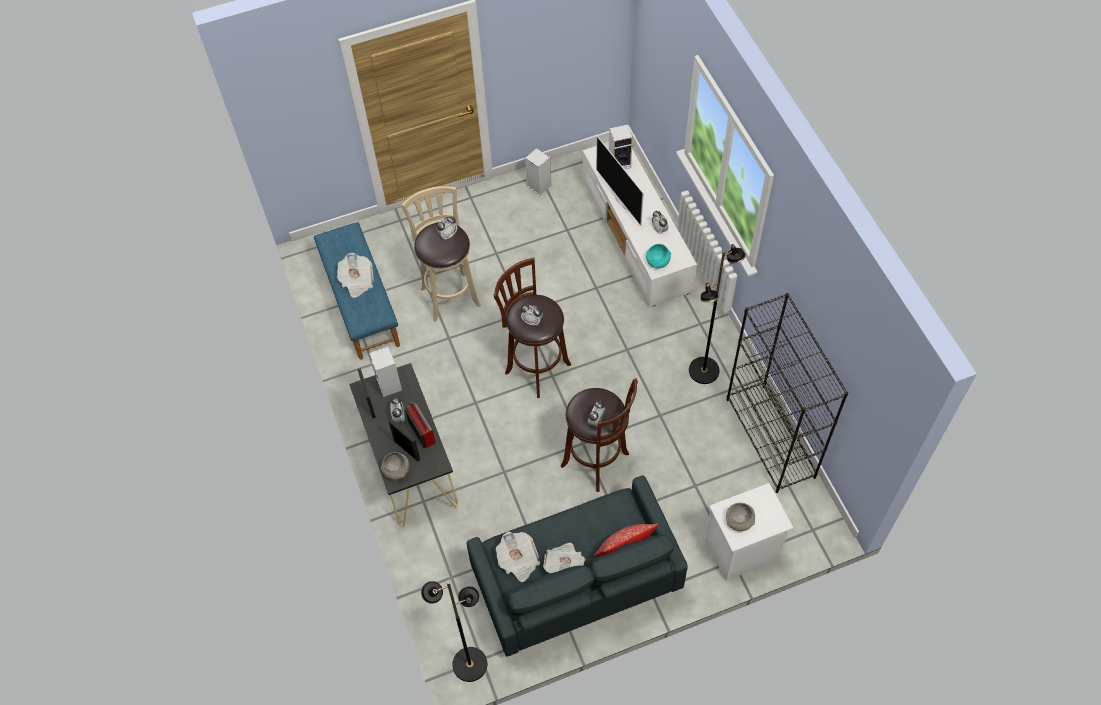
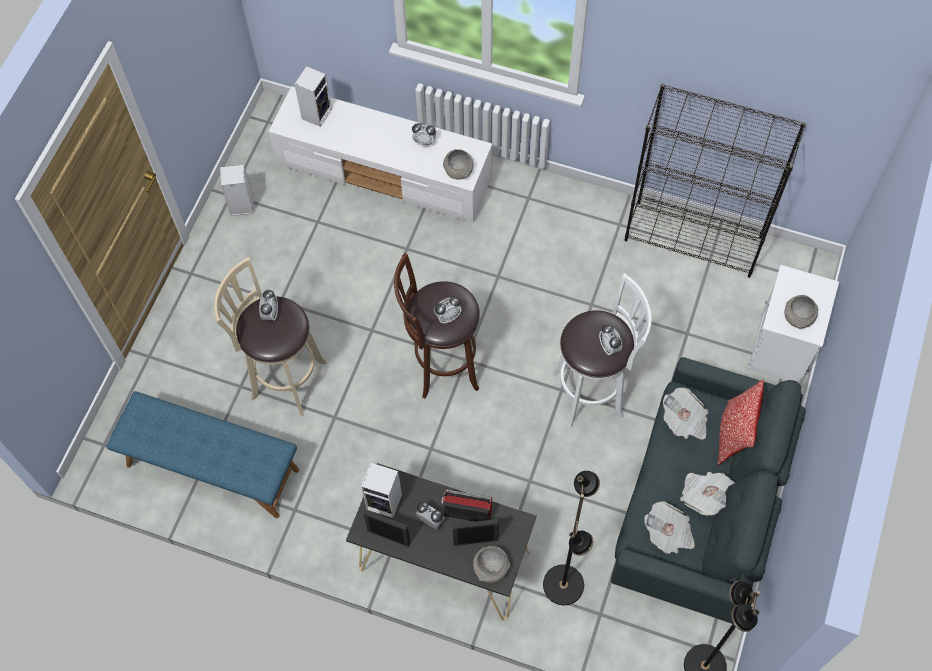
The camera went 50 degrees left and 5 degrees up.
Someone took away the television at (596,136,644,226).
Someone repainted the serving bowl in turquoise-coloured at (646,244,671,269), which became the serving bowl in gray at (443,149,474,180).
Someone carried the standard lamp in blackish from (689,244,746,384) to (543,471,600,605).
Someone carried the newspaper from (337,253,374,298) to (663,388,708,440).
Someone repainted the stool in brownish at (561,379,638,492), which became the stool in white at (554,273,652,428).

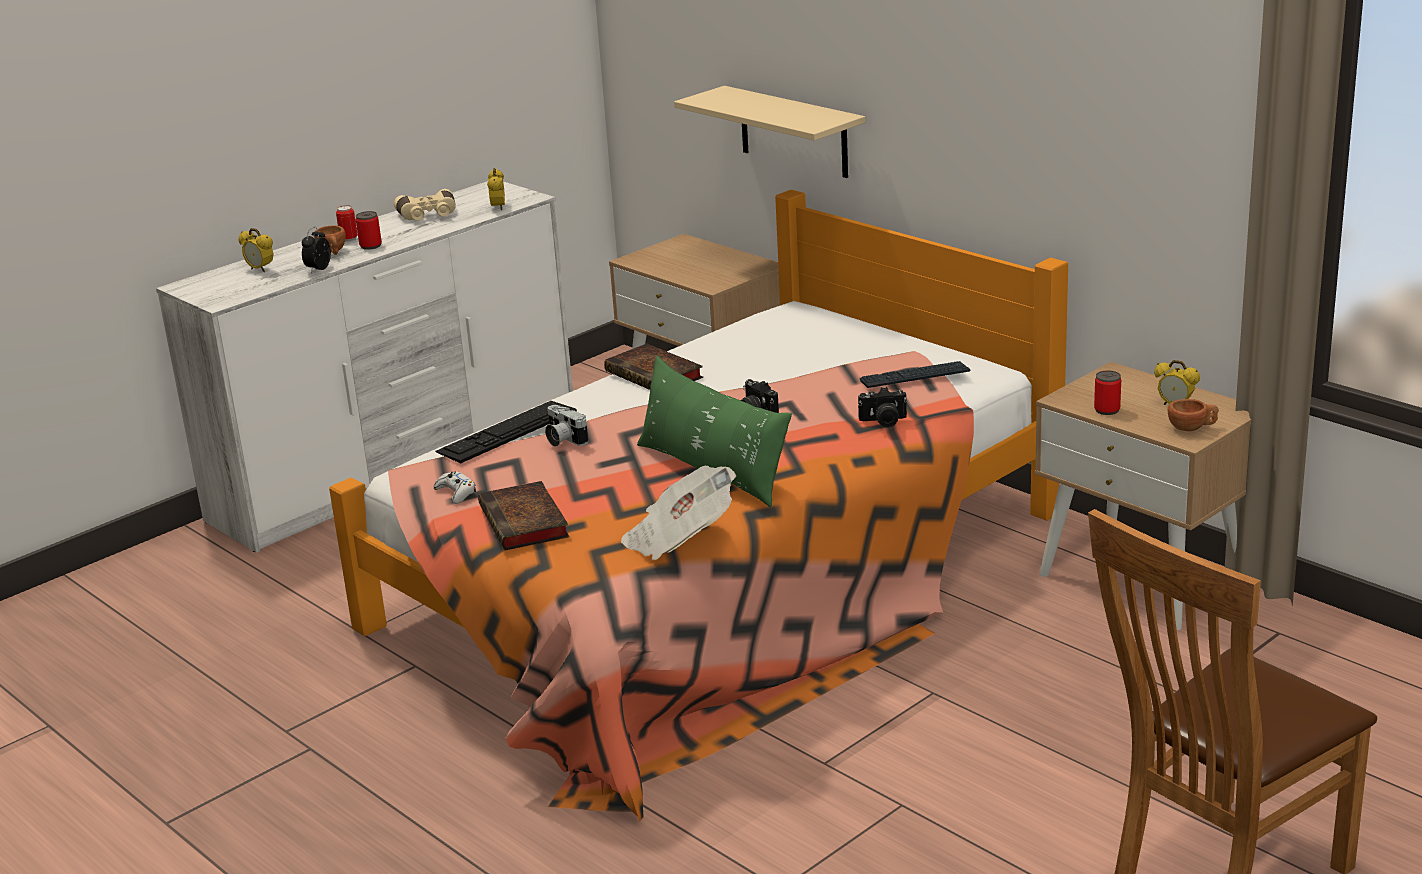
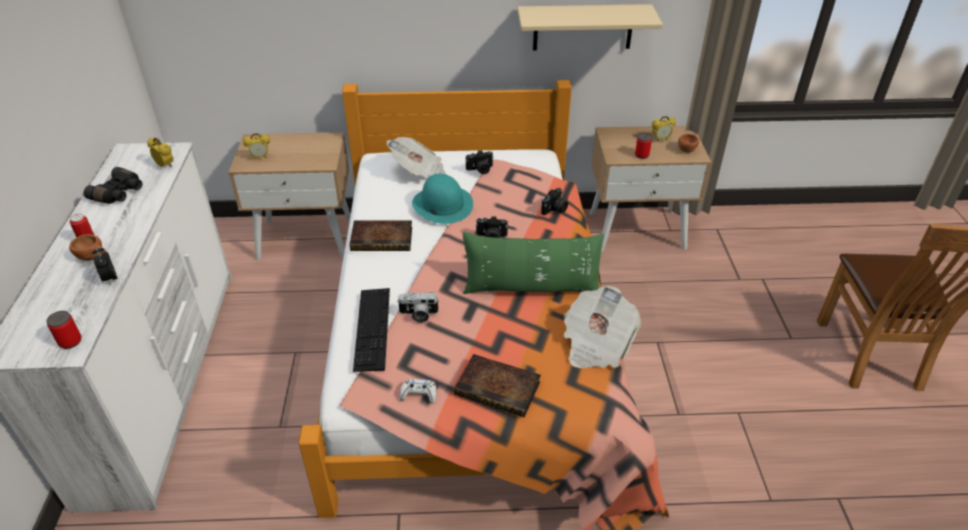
The camera went 50 degrees left and 15 degrees up.
Someone carried the shelf in beige-coloured from (674,86,865,178) to (518,4,663,50).
Someone repainted the pair of binoculars in beige-coloured at (394,189,456,221), which became the pair of binoculars in blackish at (83,167,142,204).
Someone carried the metal can from (356,211,382,250) to (46,311,81,349).
Someone carried the bedside clock from (238,228,274,272) to (243,133,270,159).
Someone took away the keyboard at (860,361,970,388).
Someone put down the newspaper at (387,137,446,178).
Someone put down the still camera at (466,150,493,174).
Someone put down the wearable hat in turquoise-coloured at (412,174,473,224).

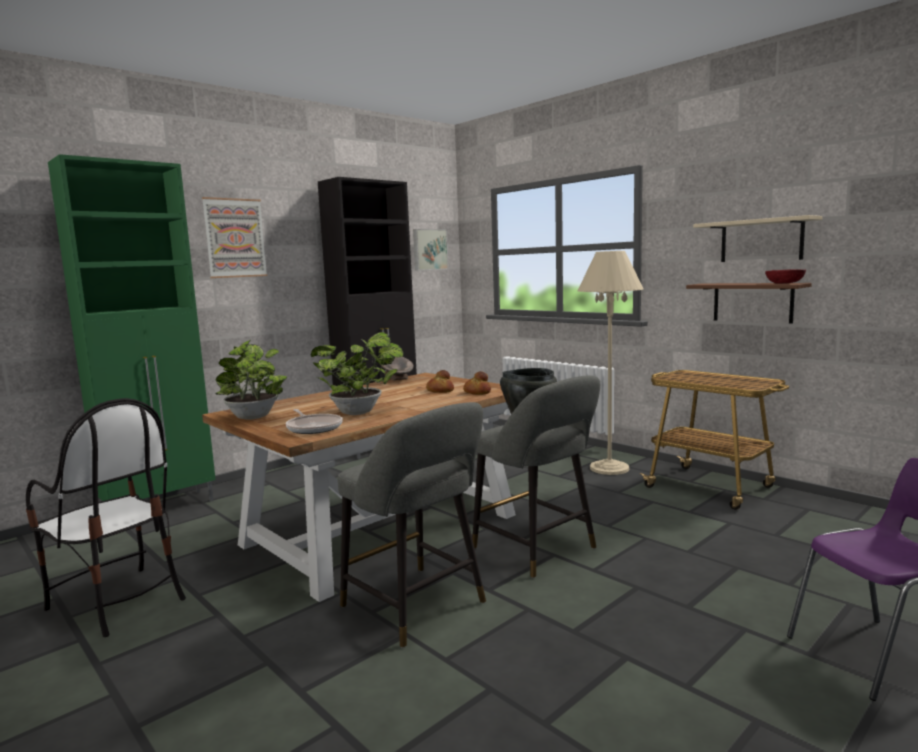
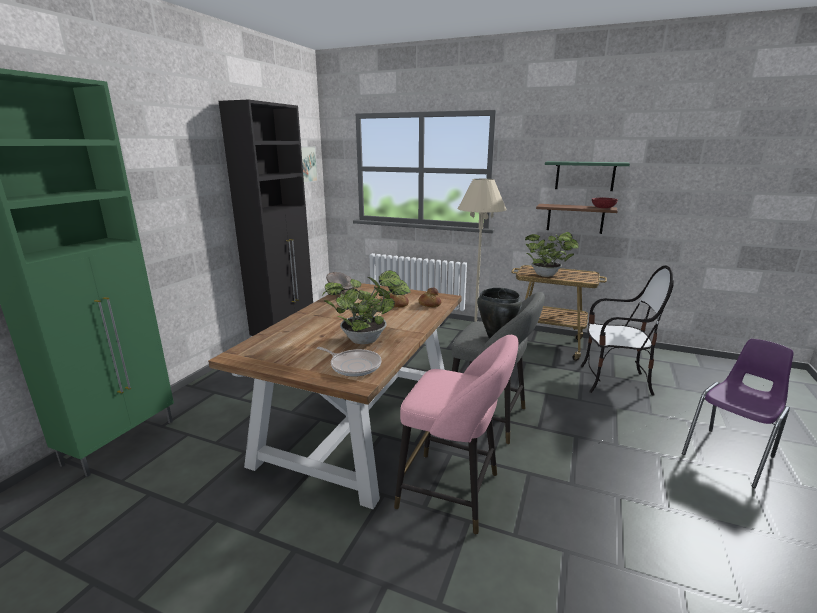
The camera went 25 degrees left and 10 degrees up.
Someone took away the wall art at (202,197,268,278).
Someone repainted the shelf in beige-coloured at (693,215,823,262), which became the shelf in green-coloured at (545,161,630,191).
Someone carried the plant in a pot from (215,340,287,420) to (525,232,579,277).
Someone carried the upright chair from (26,398,186,637) to (581,265,674,396).
Someone repainted the stool in gray at (338,402,486,648), which became the stool in pink-coloured at (394,335,518,534).

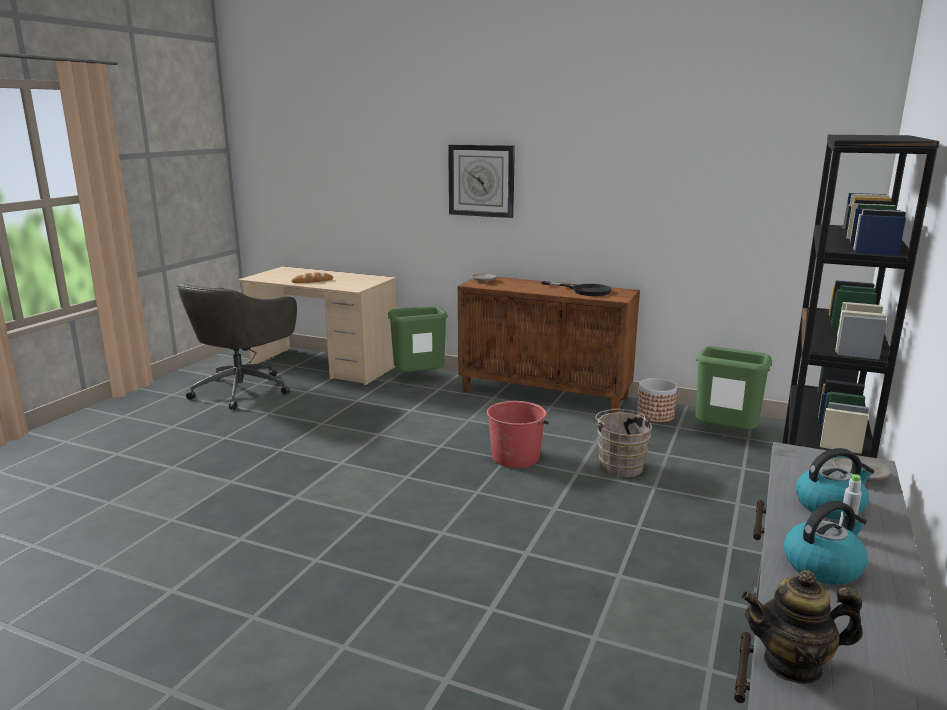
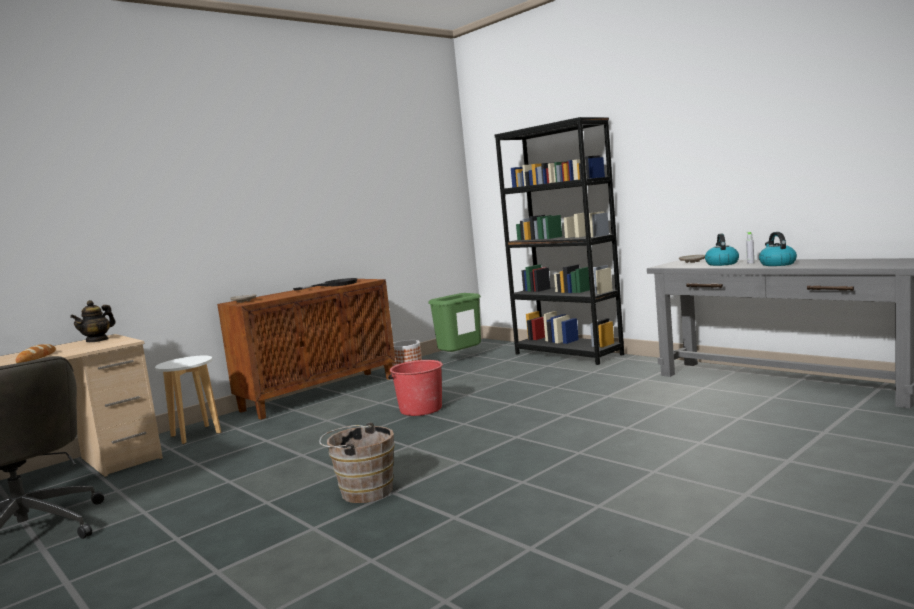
The camera went 65 degrees left and 10 degrees down.
Someone took away the hanging clock at (448,145,515,218).
Someone swapped the waste bin in green-coloured at (388,306,448,372) for the stool in white at (155,355,221,444).
Someone carried the pail in brownish from (595,409,652,478) to (319,422,395,503).
Someone carried the tea pot from (741,570,863,684) to (70,300,115,342).

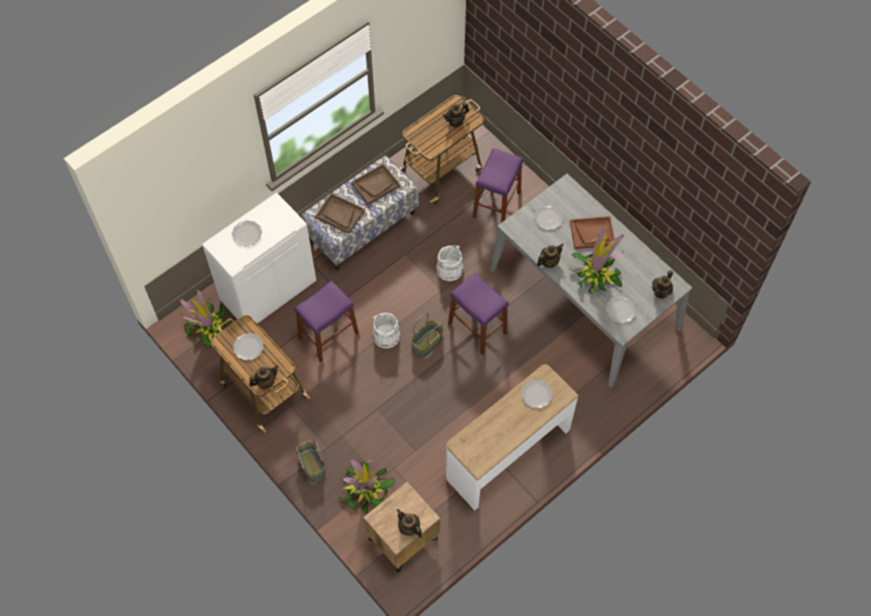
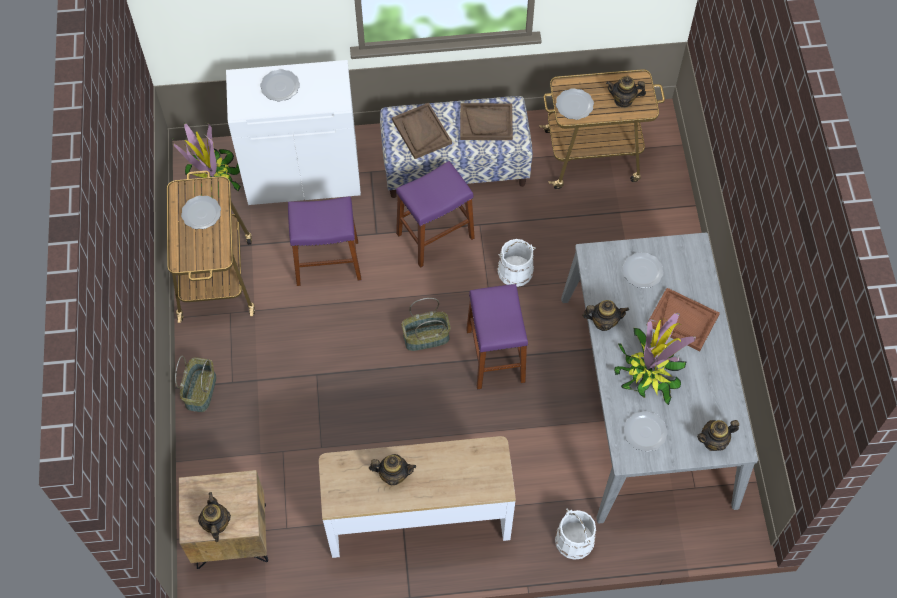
The camera went 35 degrees right and 0 degrees up.
Someone carried the stool in purplish from (472,148,523,223) to (396,161,475,268).
Someone carried the pail in white from (372,313,400,348) to (555,509,596,560).
Someone carried the tea pot from (249,365,279,389) to (369,454,416,485).
Someone carried the flat dish from (521,380,552,408) to (556,88,594,120).
Someone took away the plant in a pot at (338,459,395,514).

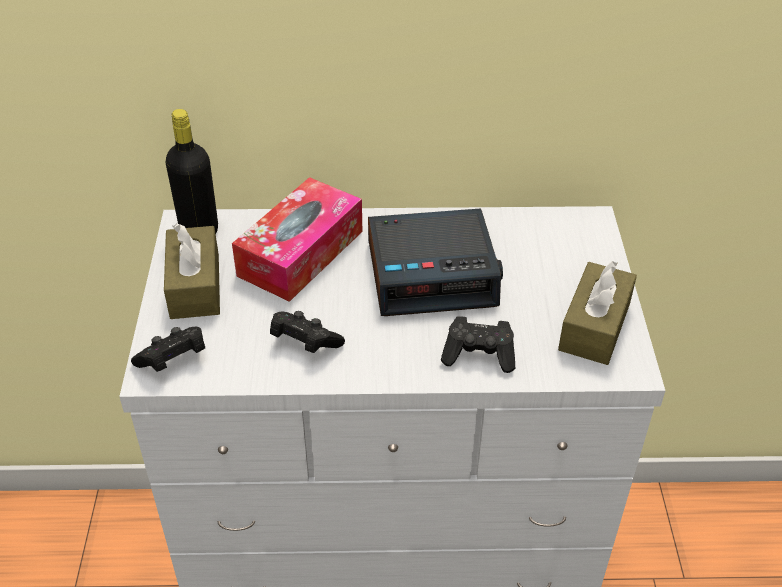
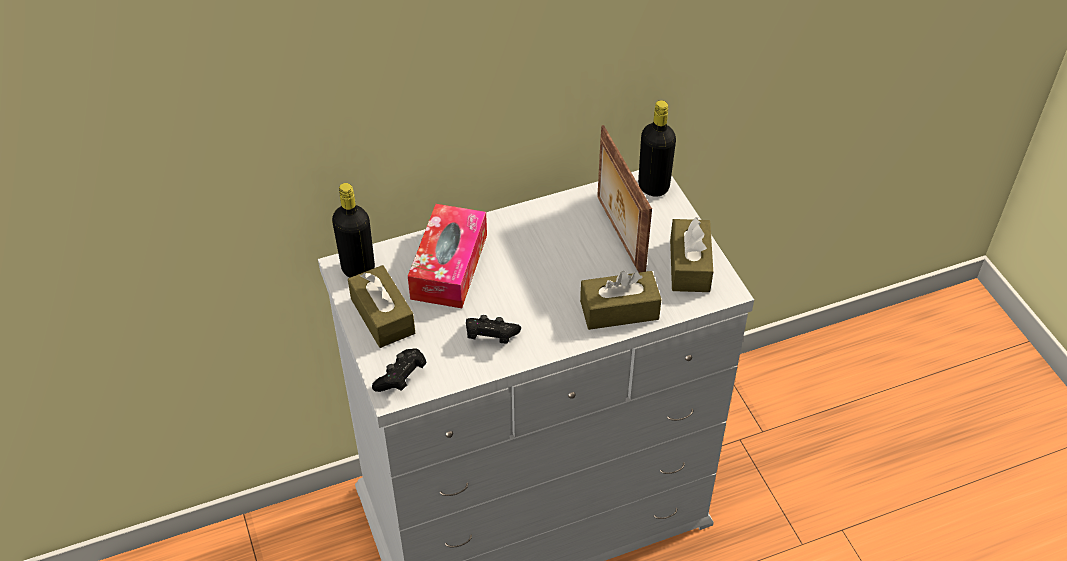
The camera went 20 degrees left and 5 degrees up.
Someone took away the bedside clock at (368,208,503,316).
Someone swapped the game controller in blackish at (441,316,516,373) for the box of tissues in brownish at (580,271,662,330).
Someone put down the bottle in blackish at (638,100,676,197).
Someone put down the photo frame at (597,125,652,272).

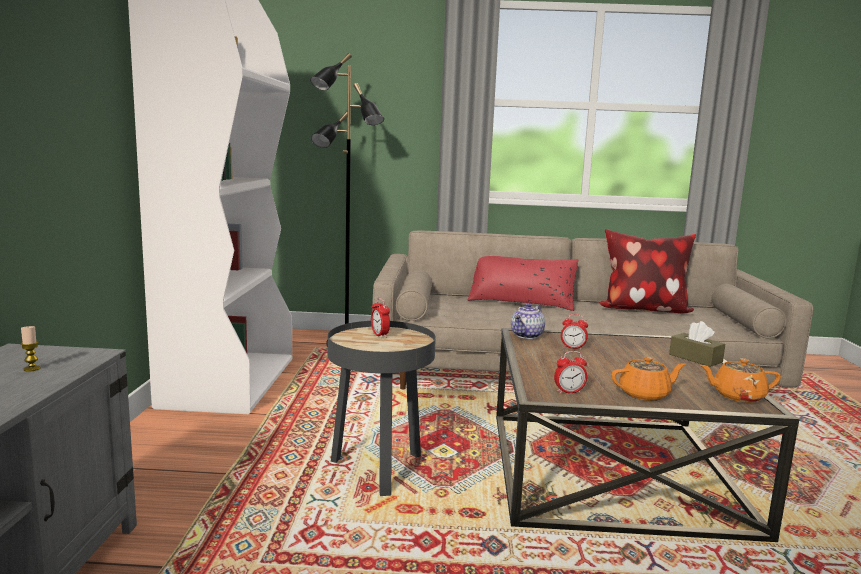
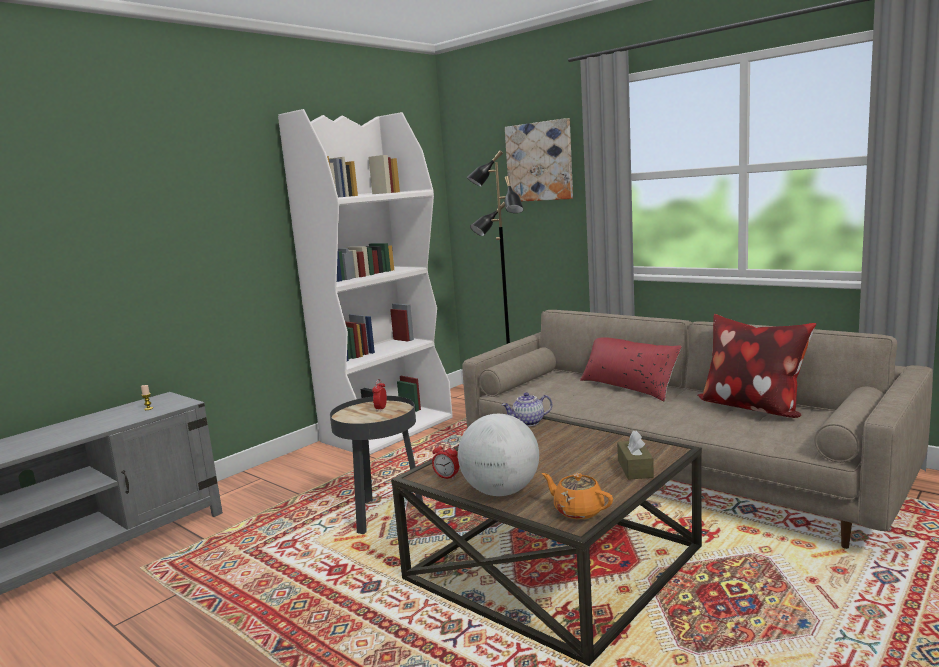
The camera went 40 degrees right and 0 degrees up.
Someone took away the bedside clock at (561,314,588,350).
Someone swapped the tea pot in orange at (611,356,686,401) for the globe at (458,414,539,496).
Someone put up the wall art at (505,118,573,201).

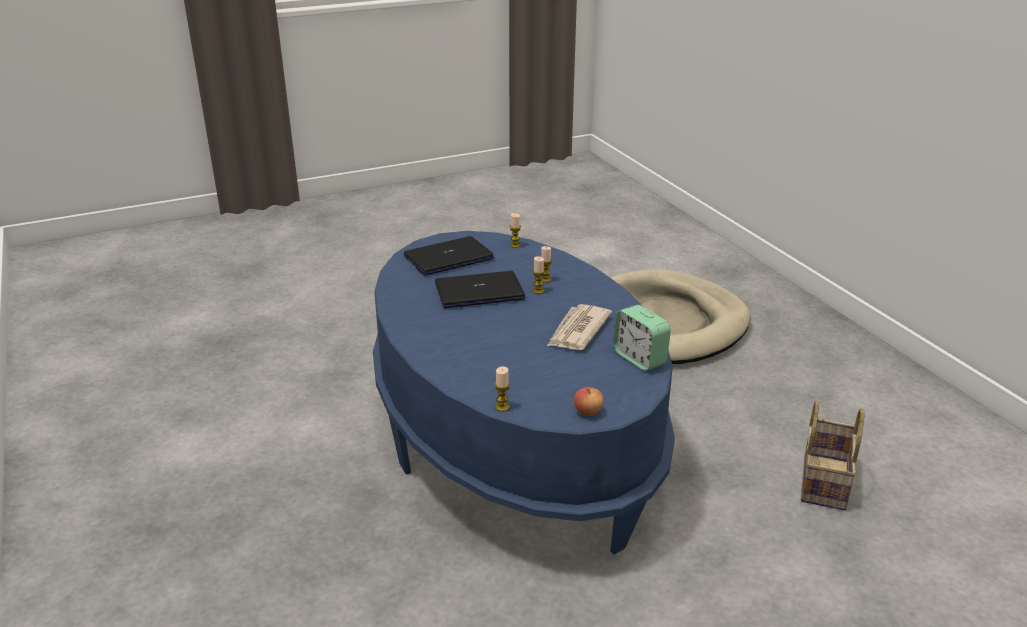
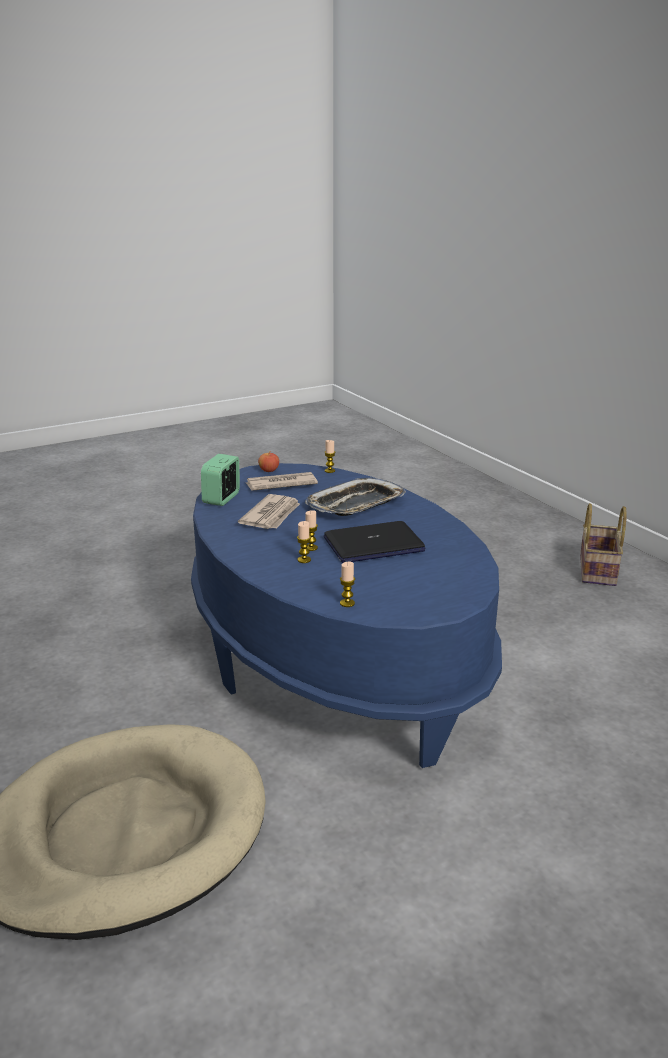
The camera went 175 degrees right and 5 degrees down.
Someone took away the notebook computer at (404,236,494,275).
Someone rotated the bedside clock at (613,305,671,371) by 120 degrees counterclockwise.
Someone carried the basket from (801,400,864,510) to (580,503,627,586).
Someone put down the newspaper at (246,472,318,491).
Someone put down the tray at (305,478,406,516).

